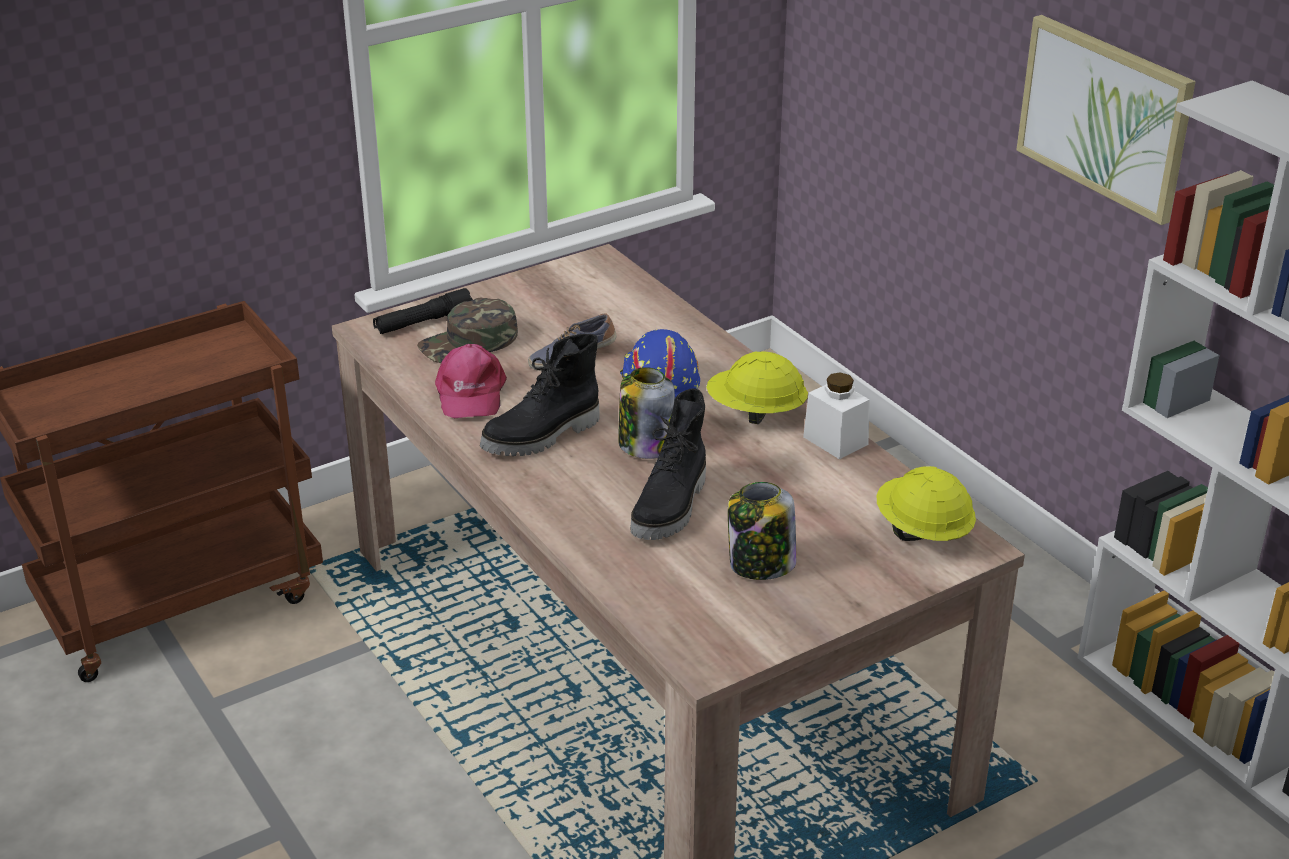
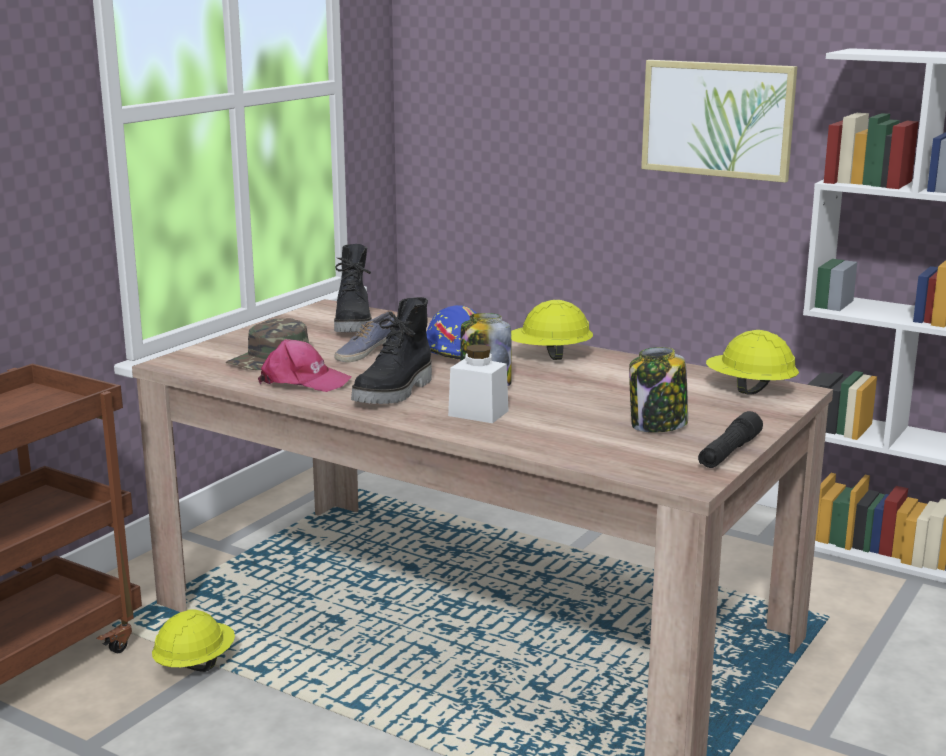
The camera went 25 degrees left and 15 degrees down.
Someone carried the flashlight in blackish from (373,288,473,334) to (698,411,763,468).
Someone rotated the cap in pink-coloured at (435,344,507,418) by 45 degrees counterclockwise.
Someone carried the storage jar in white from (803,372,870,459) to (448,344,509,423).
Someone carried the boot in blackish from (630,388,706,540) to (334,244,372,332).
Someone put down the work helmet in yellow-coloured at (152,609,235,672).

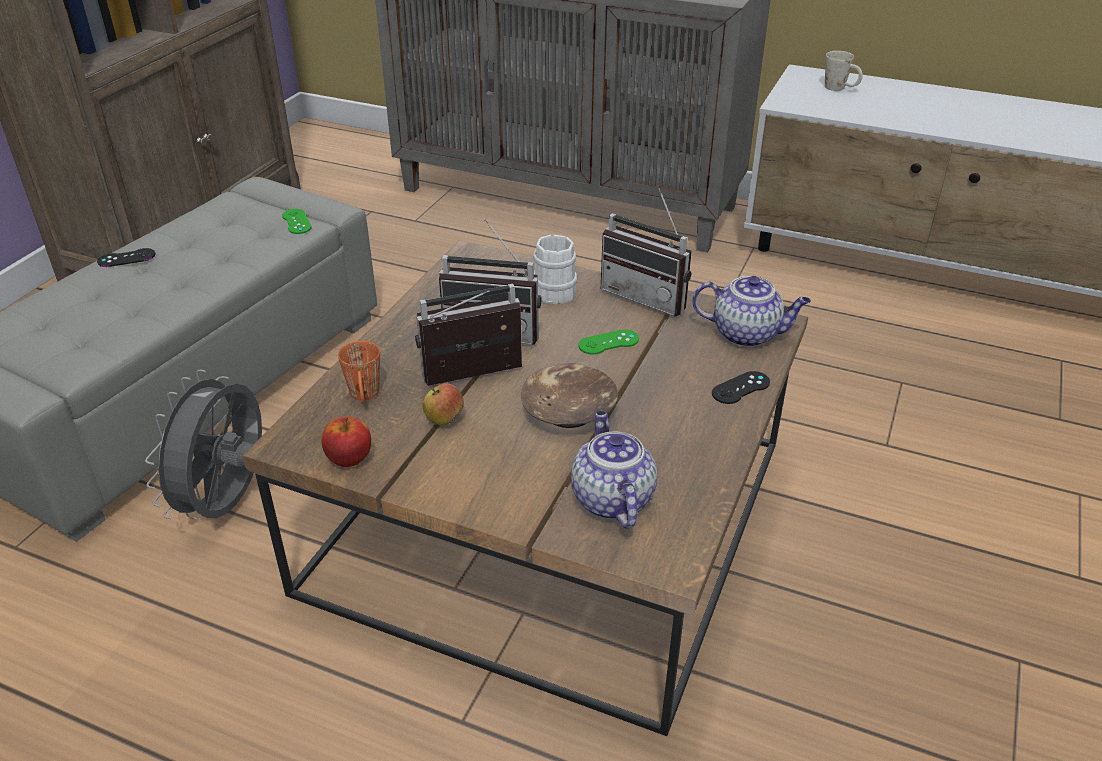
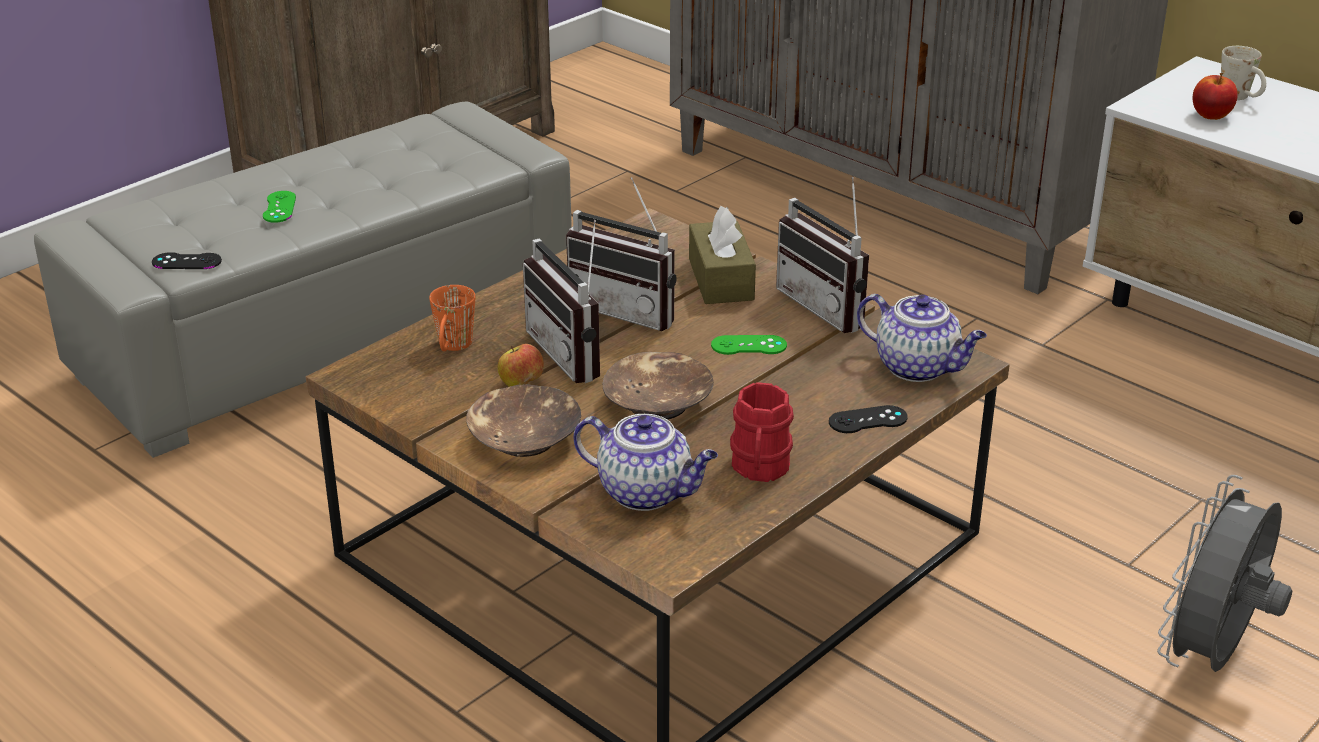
The camera went 20 degrees right and 5 degrees down.
Someone carried the game controller in green-coloured from (282,209,312,234) to (263,191,296,223).
Someone swapped the coffee mug in white at (533,235,577,304) for the box of tissues in brownish at (689,206,756,304).
Someone carried the game controller in blackish from (97,248,155,267) to (152,252,222,269).
Someone rotated the radio at (415,284,522,386) by 120 degrees counterclockwise.
Someone carried the fan in gray from (145,370,262,520) to (1157,475,1292,672).
Someone rotated the tea pot at (571,411,658,529) by 105 degrees clockwise.
Someone carried the apple from (322,416,371,467) to (1193,73,1237,120).
Someone put down the coffee mug in red at (730,382,794,482).
Someone put down the serving bowl in brownish at (466,384,581,457).

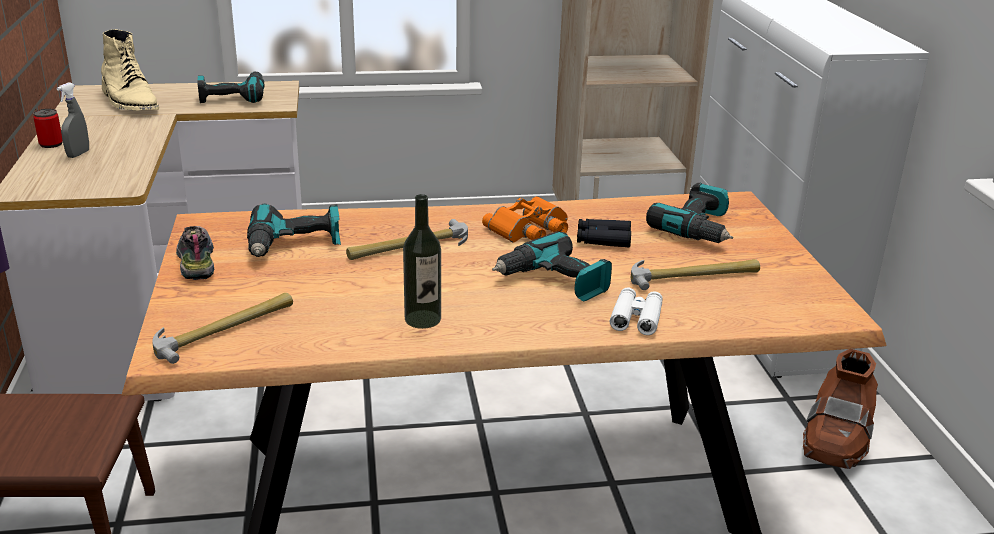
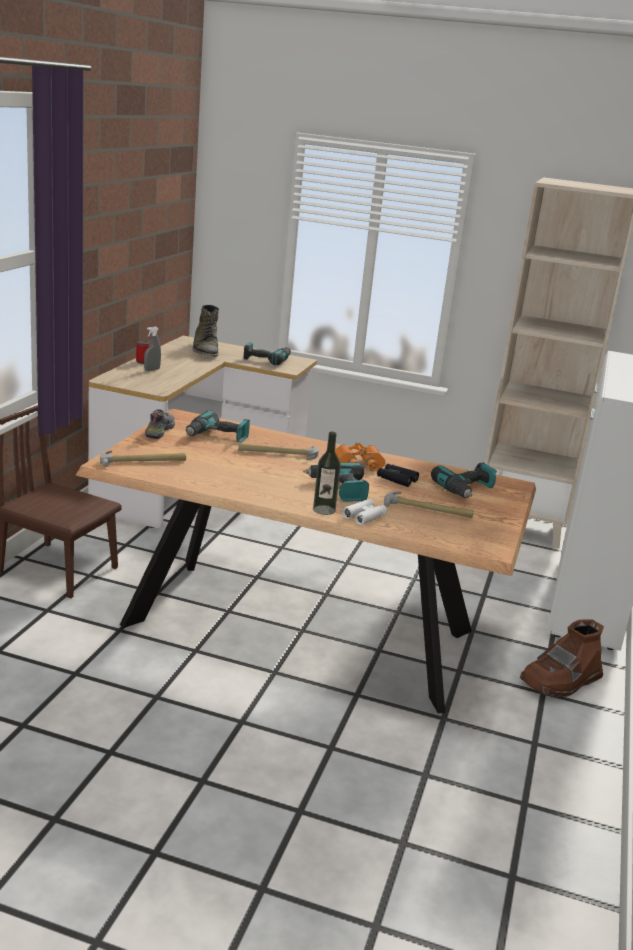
The camera went 25 degrees right and 5 degrees down.
Someone repainted the boot in beige-coloured at (101,29,159,111), which became the boot in green-coloured at (192,305,219,357).
Someone carried the bottle from (403,194,441,329) to (313,432,341,515).

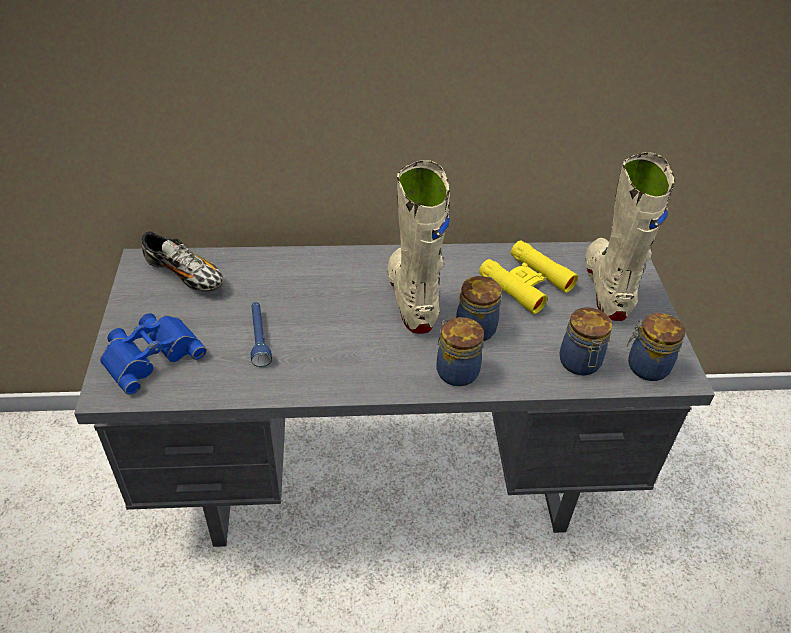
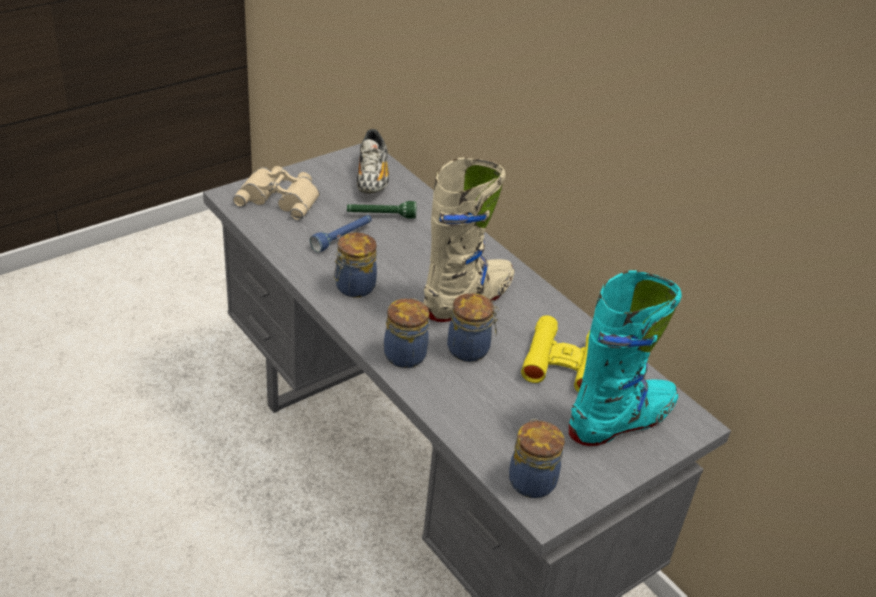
The camera went 55 degrees right and 5 degrees down.
Someone repainted the boot in beige-coloured at (585,152,674,321), which became the boot in turquoise-coloured at (569,270,682,446).
Someone carried the storage jar from (559,307,612,376) to (334,232,377,298).
Someone repainted the pair of binoculars in blue at (100,313,207,395), which became the pair of binoculars in beige-coloured at (233,166,320,220).
Someone put down the flashlight in green-coloured at (347,201,416,219).

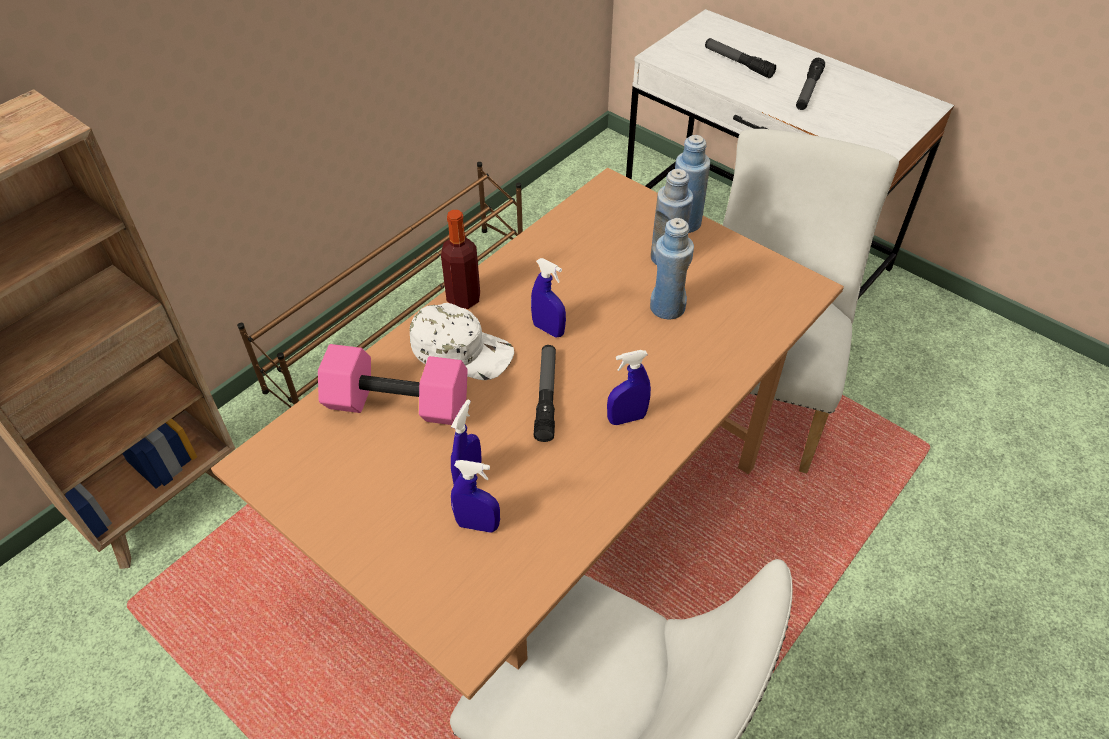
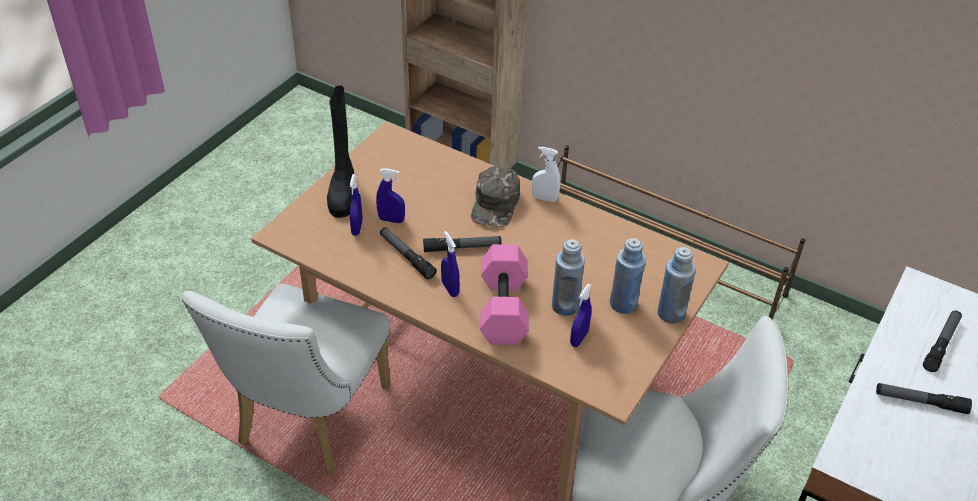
The camera went 80 degrees right and 5 degrees down.
Someone swapped the bottle at (441,210,480,309) for the spray bottle in white at (532,146,560,202).
Someone carried the spray bottle in blue from (531,258,566,337) to (570,284,592,347).
Someone repainted the cap in white at (410,303,514,380), which became the cap in green-coloured at (471,166,520,227).
Someone carried the dumbbell in pink-coloured from (318,344,468,425) to (480,244,529,345).
Someone put down the boot in blackish at (327,85,354,218).
Someone put down the flashlight at (380,227,436,279).

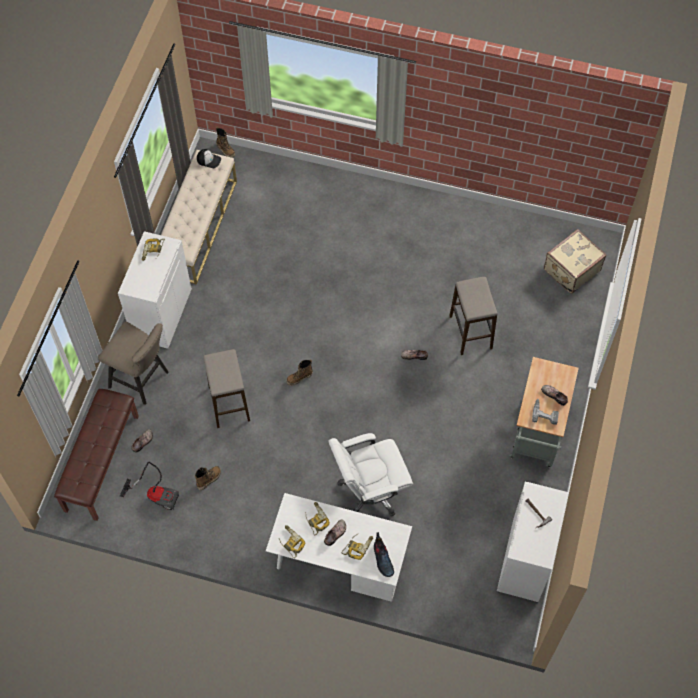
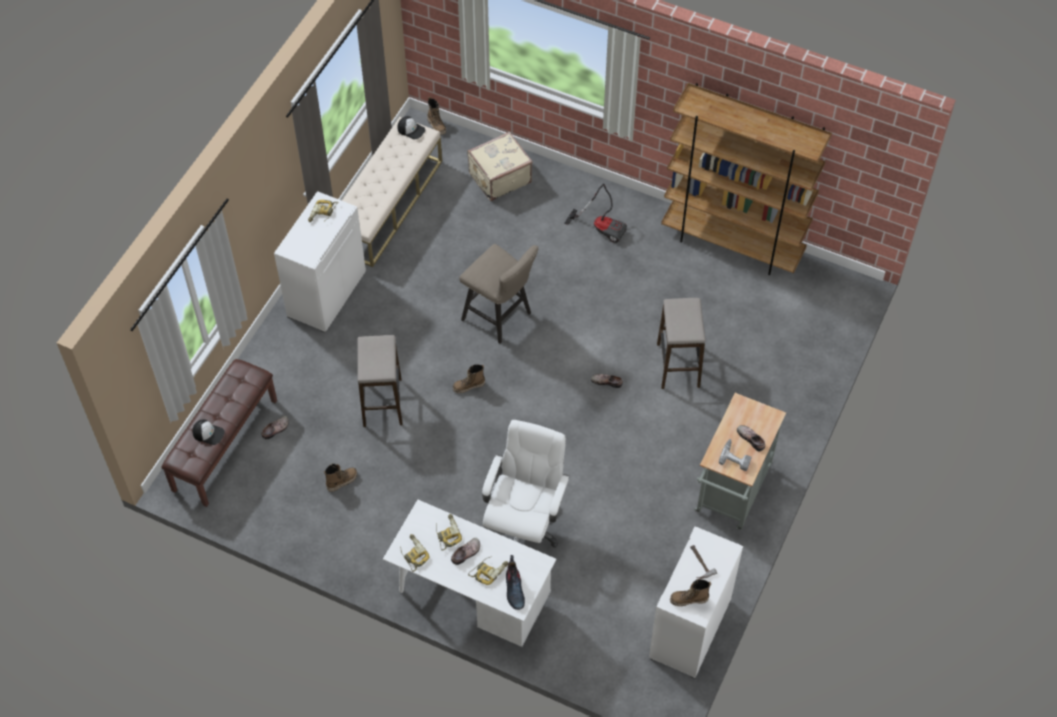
The camera went 10 degrees right and 5 degrees down.
Someone carried the suitcase in beige-coloured from (544,229,607,294) to (467,131,532,201).
Someone carried the stool in beige-coloured from (98,322,169,405) to (459,244,539,344).
Someone rotated the computer chair in white at (328,433,413,517) by 120 degrees clockwise.
Someone carried the vacuum cleaner from (120,462,179,510) to (564,184,627,243).
Someone put down the bookcase in brownish at (661,83,832,275).
Someone put down the cap at (192,419,225,445).
Someone put down the boot at (670,579,711,606).

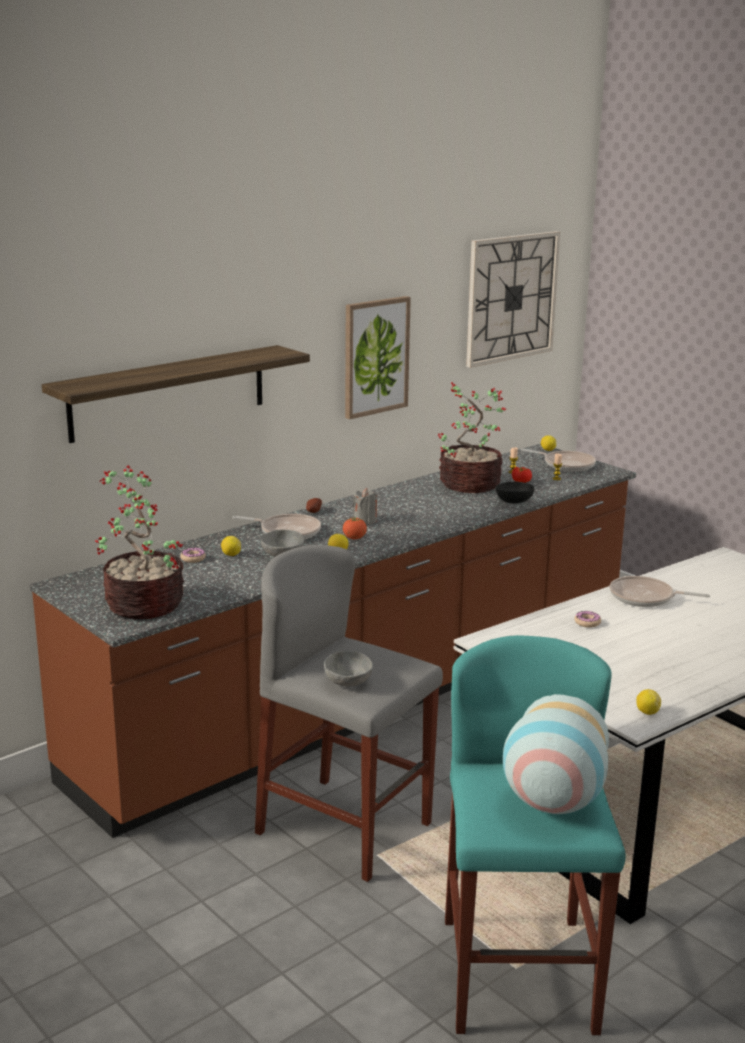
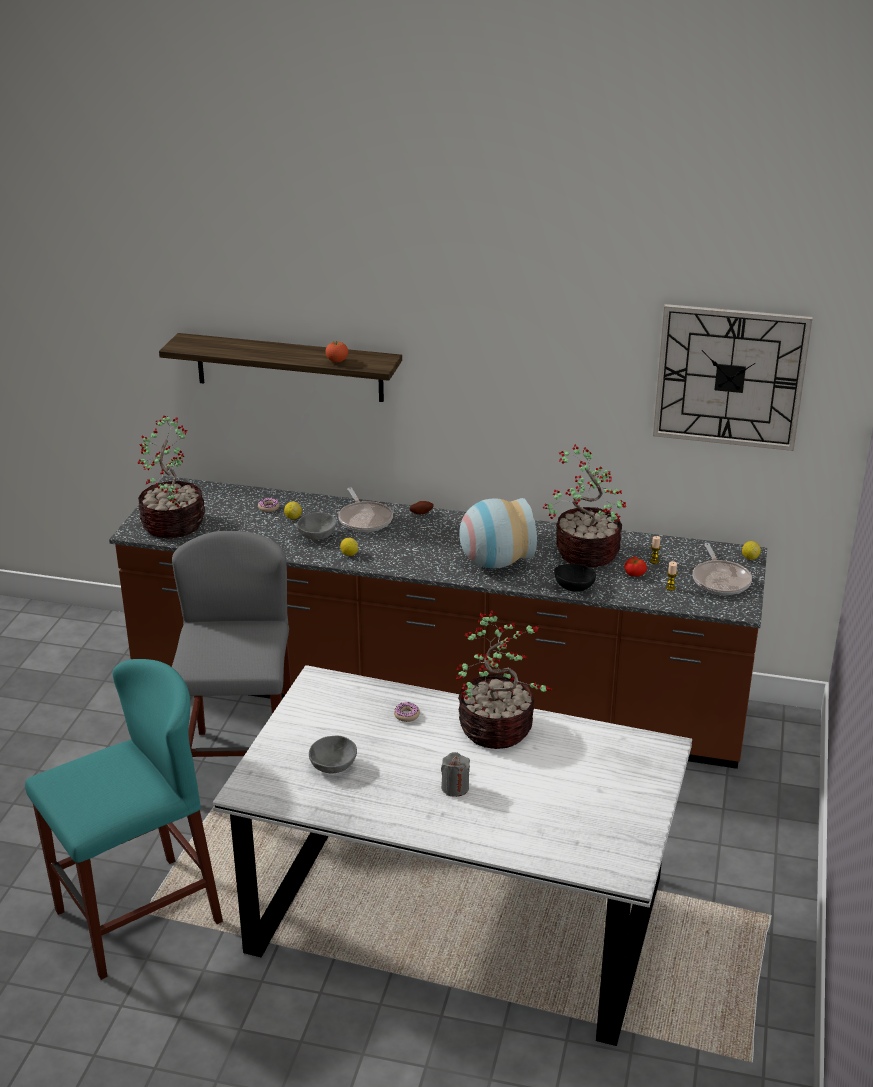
The camera went 55 degrees right and 10 degrees up.
Someone took away the wall art at (345,296,411,419).
Someone carried the wax light in gray from (353,488,377,524) to (441,752,470,797).
Someone carried the fresh tomato from (343,517,367,539) to (325,341,348,362).
Someone swapped the skillet at (610,576,710,607) for the plant in a pot at (456,610,552,749).
Someone carried the serving bowl in gray from (324,651,373,686) to (309,736,357,774).
Someone took away the citrus fruit at (636,689,661,715).
Someone carried the flower vase from (503,694,609,814) to (459,498,537,568).

